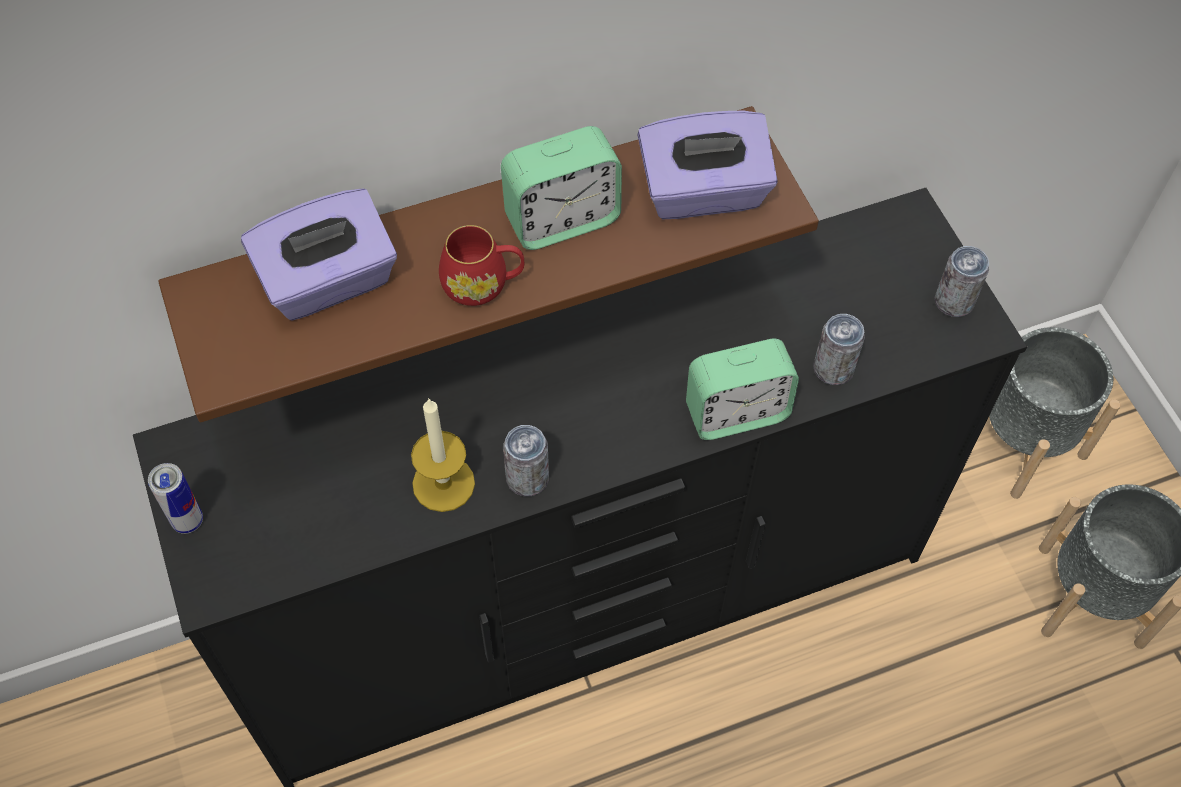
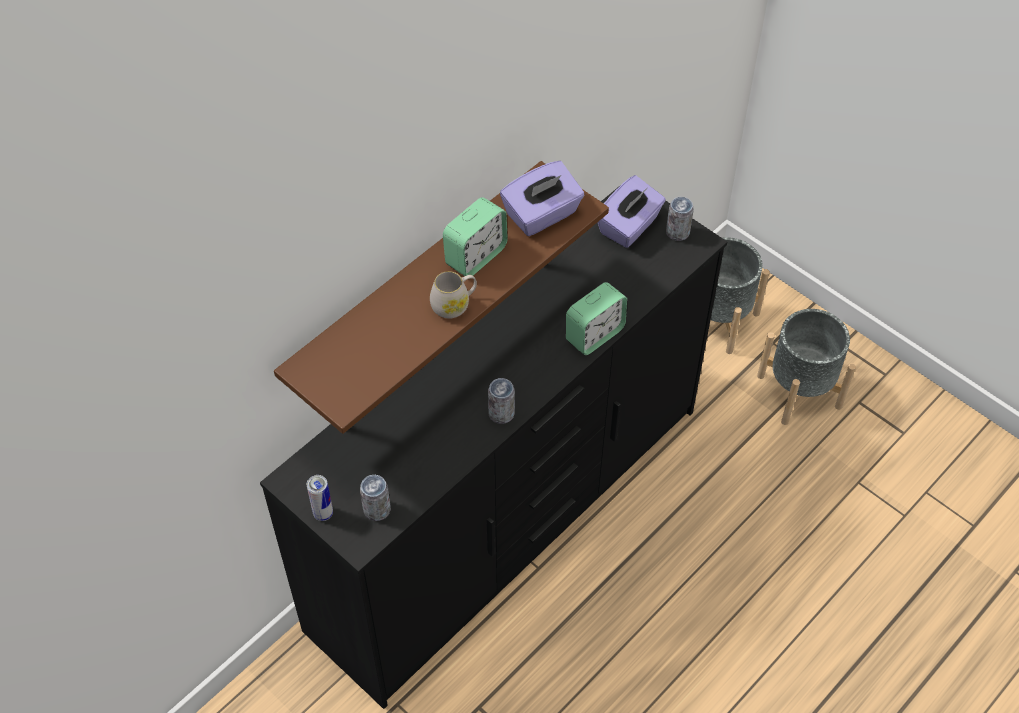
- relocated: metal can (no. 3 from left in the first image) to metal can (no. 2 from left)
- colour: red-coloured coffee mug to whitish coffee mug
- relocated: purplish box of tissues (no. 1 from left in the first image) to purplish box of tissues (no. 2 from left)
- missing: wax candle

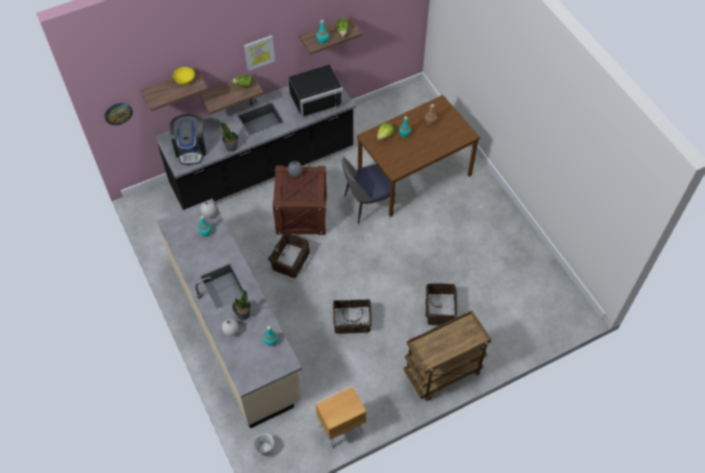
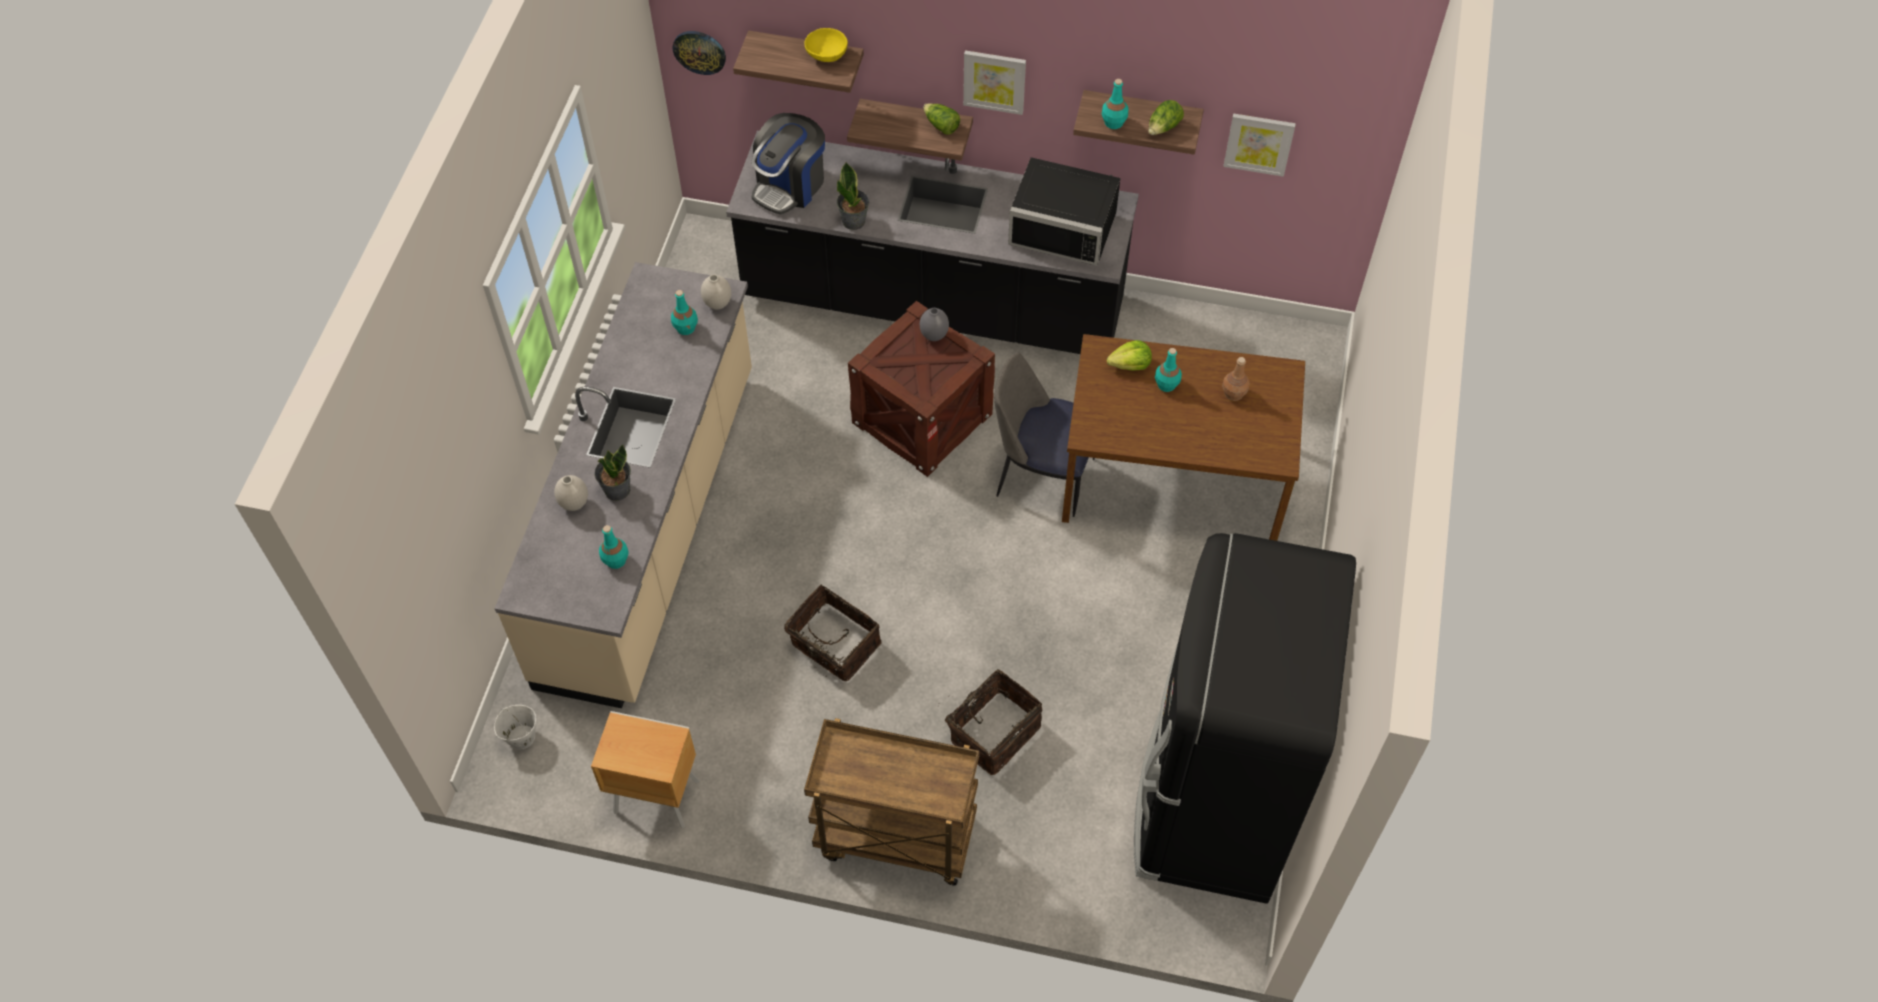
- appeared: blackish fridge
- appeared: picture (no. 2 from left)
- missing: household basket (no. 1 from left)

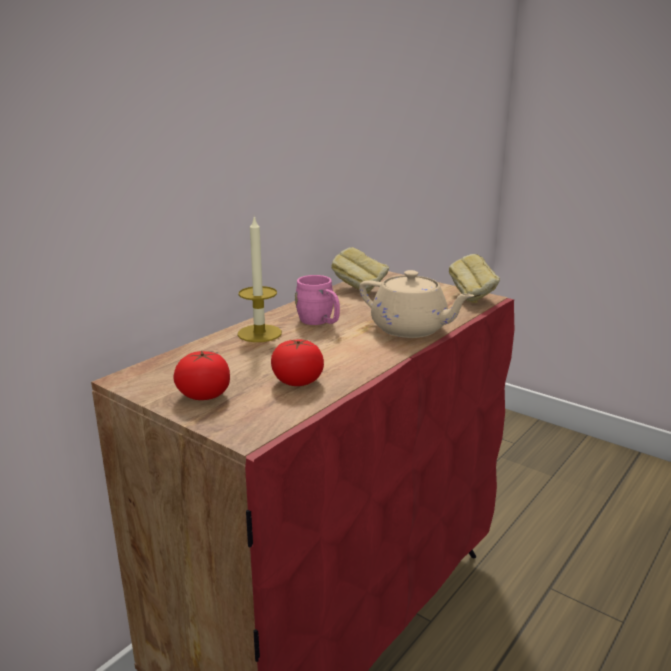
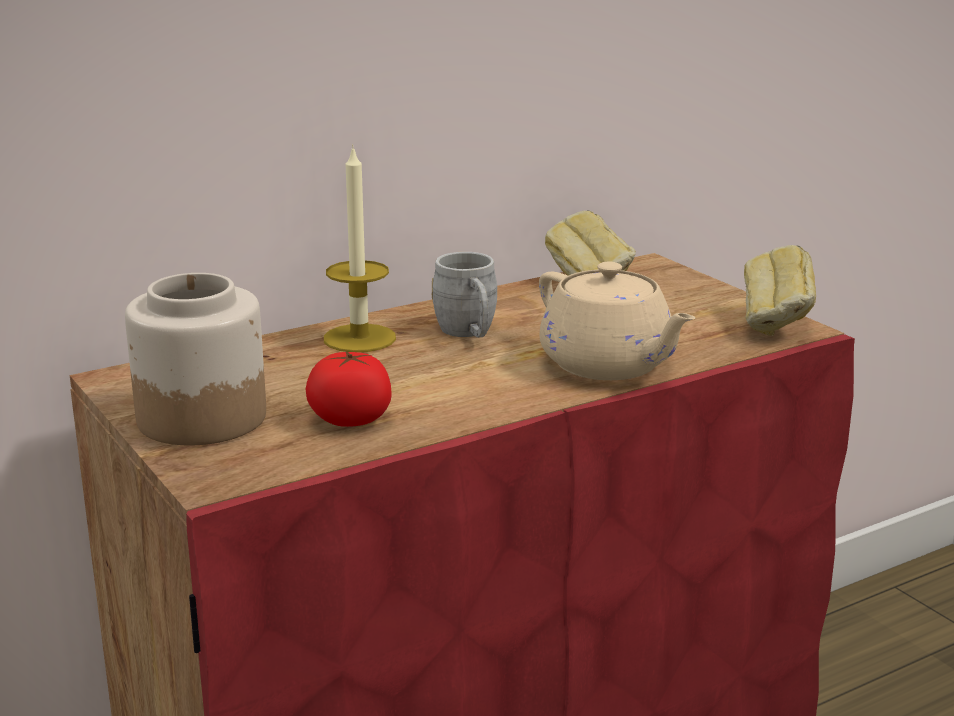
- exchanged: whole tomato (no. 1 from left) to preserve jar
- colour: pink-coloured coffee mug to gray coffee mug

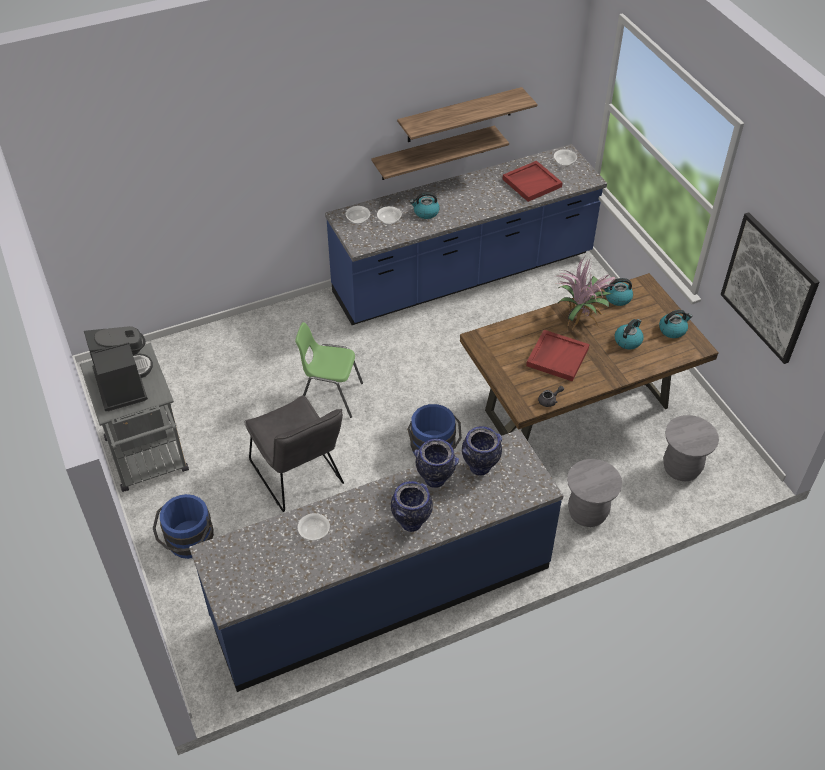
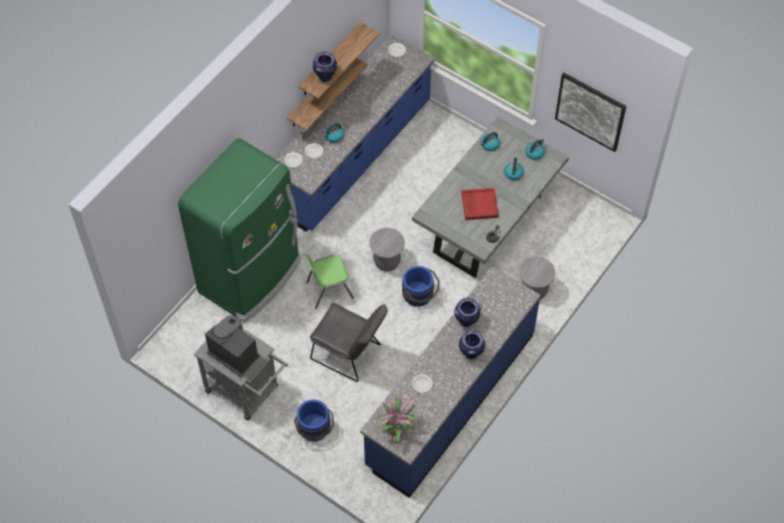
- appeared: greenish fridge
- relocated: flower vase (no. 3 from left in the first image) to flower vase (no. 1 from left)
- relocated: gray sitting stool (no. 2 from left in the first image) to gray sitting stool (no. 1 from left)
- relocated: potted plant
- colour: brown kitchen table to gray kitchen table
- missing: red-coloured tray (no. 1 from left)

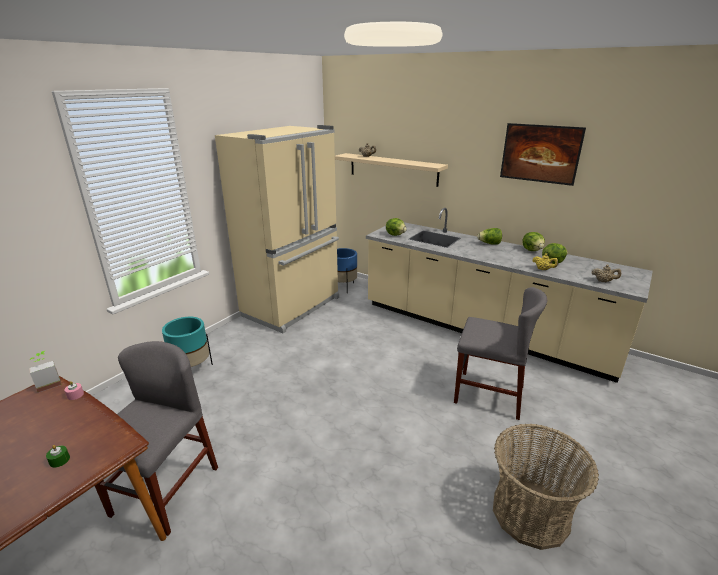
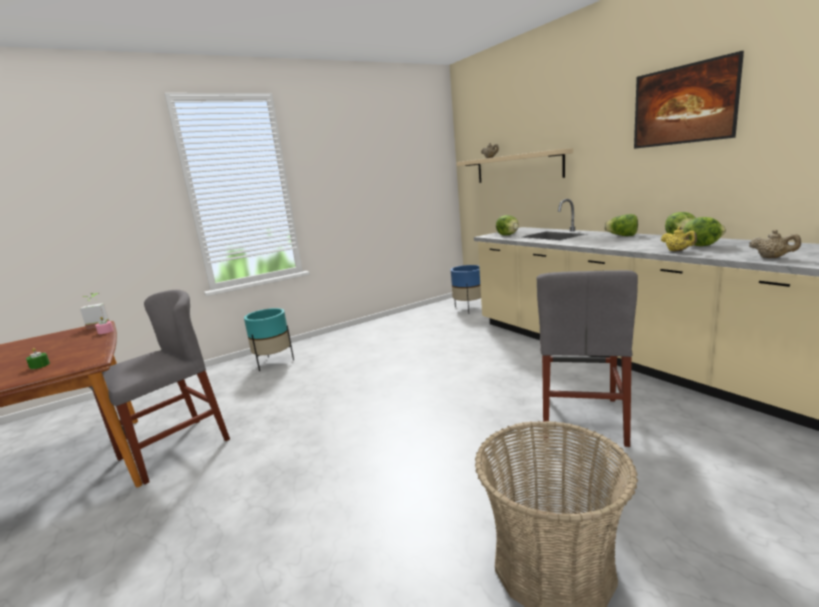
- spun: gray plain chair (no. 2 from left) 60 degrees clockwise
- missing: beige fridge

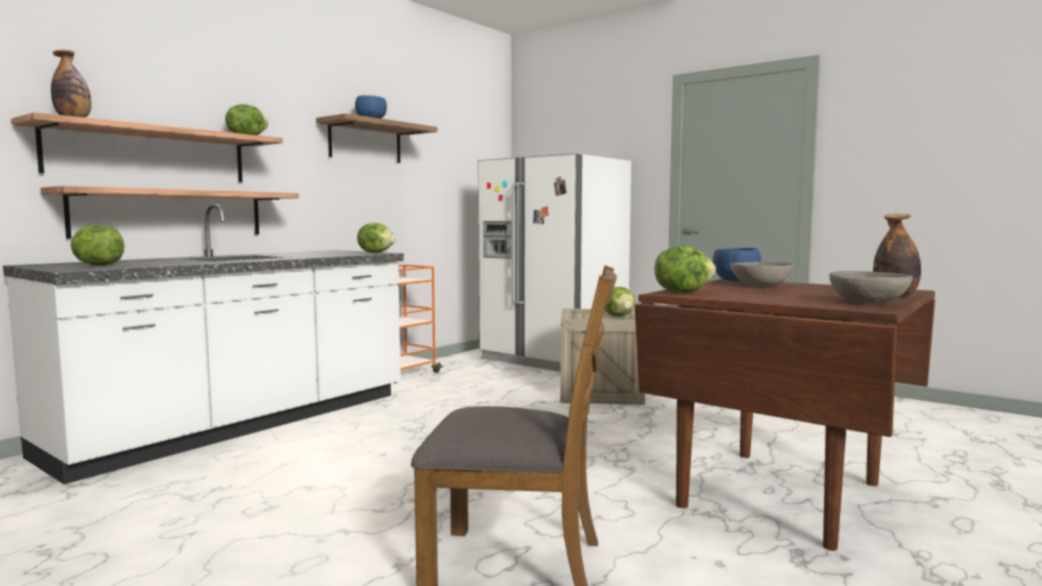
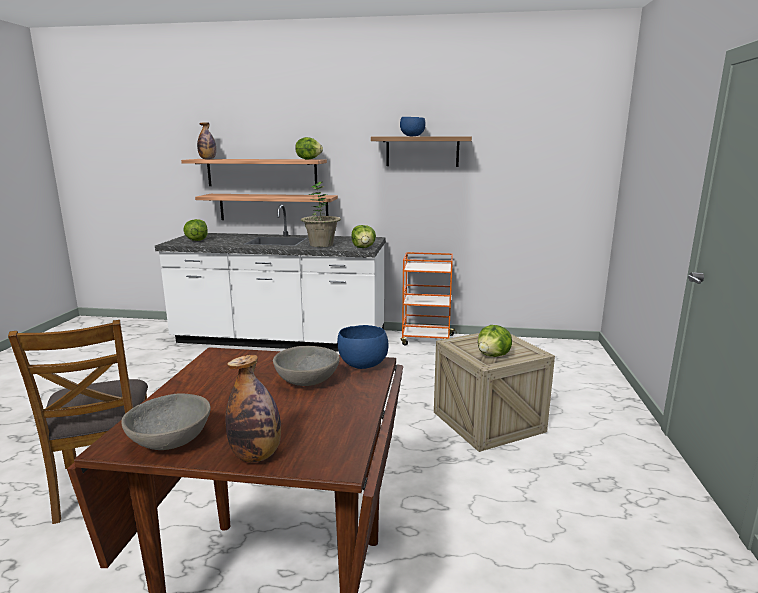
- appeared: potted plant
- missing: whitish fridge
- missing: lettuce head (no. 5 from left)

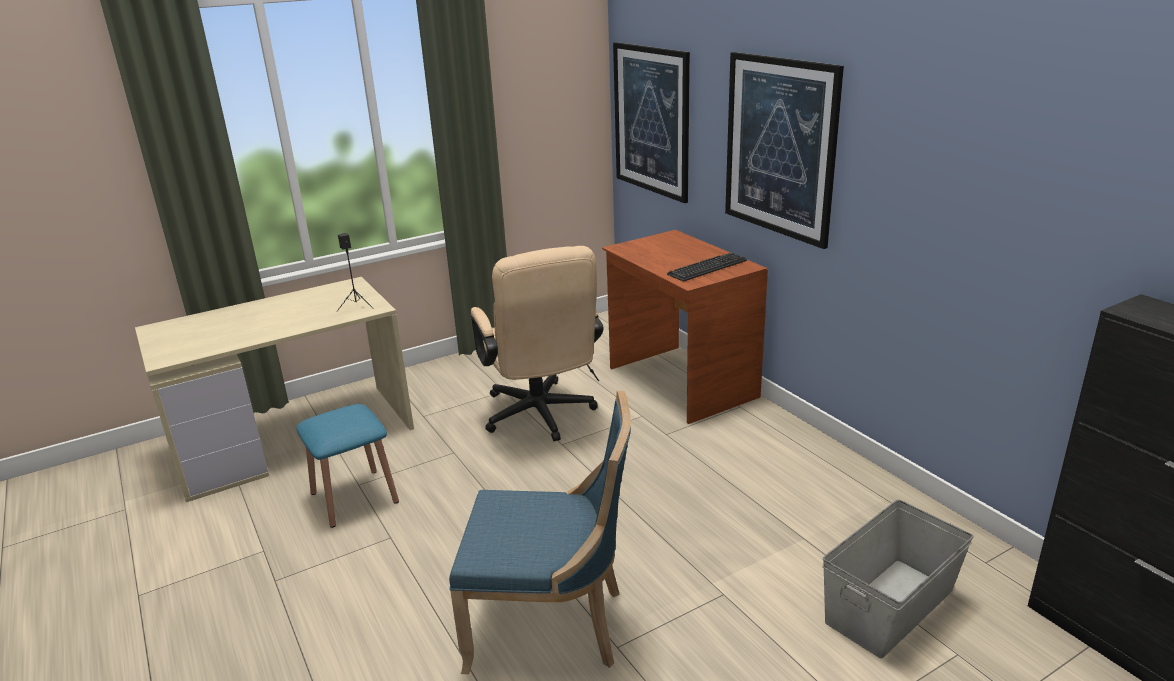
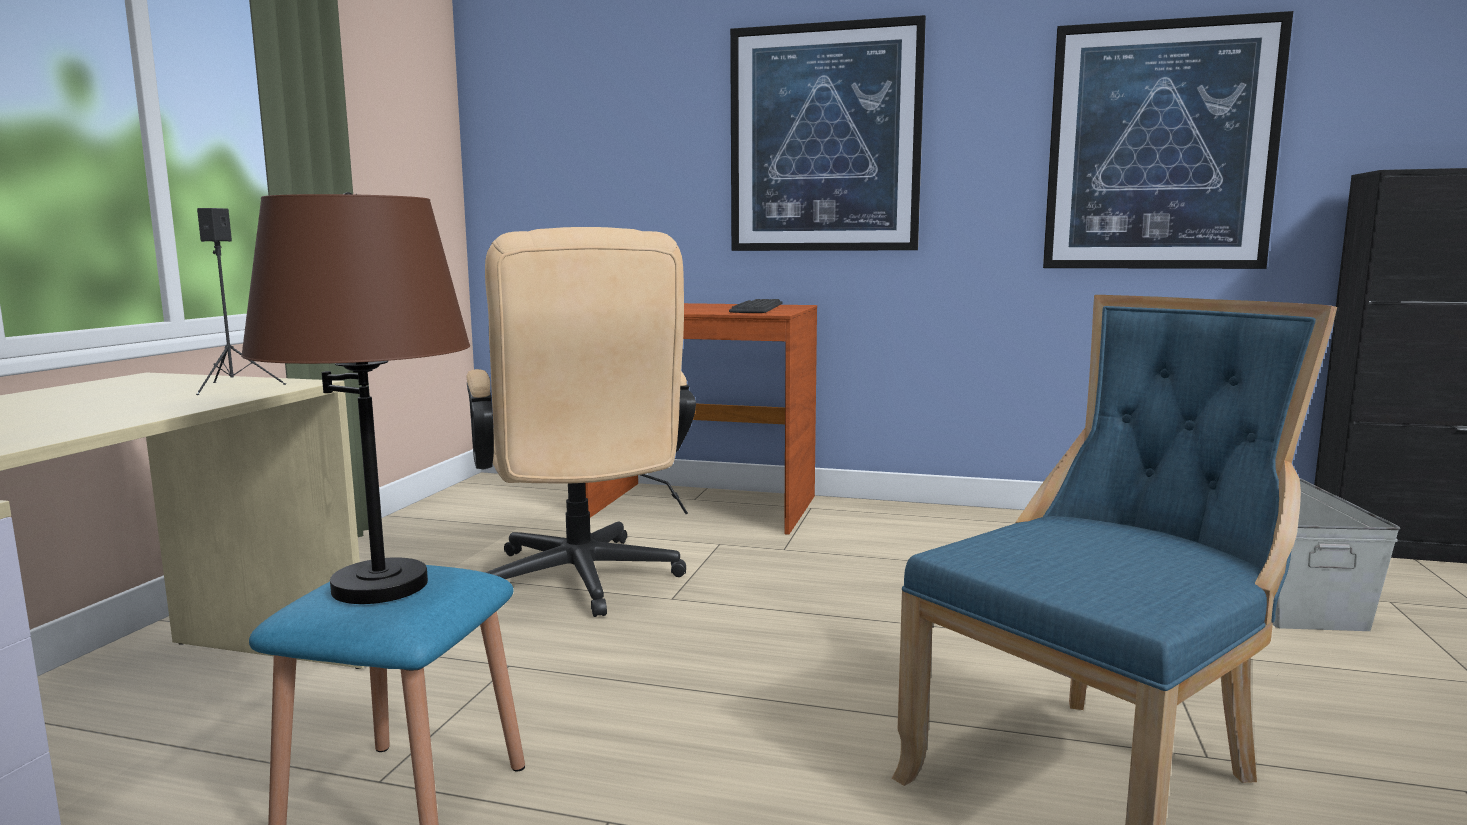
- appeared: brown tabletop lamp
- spun: beige office chair 45 degrees clockwise
- relocated: picture (no. 1 from left in the first image) to picture (no. 2 from left)

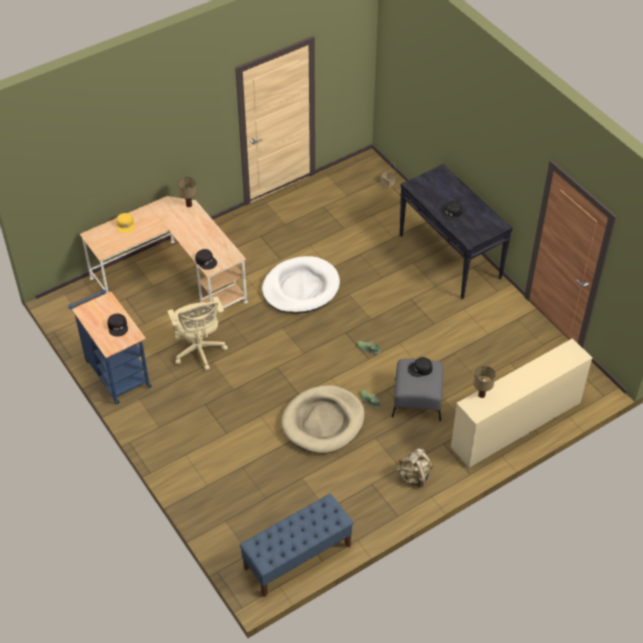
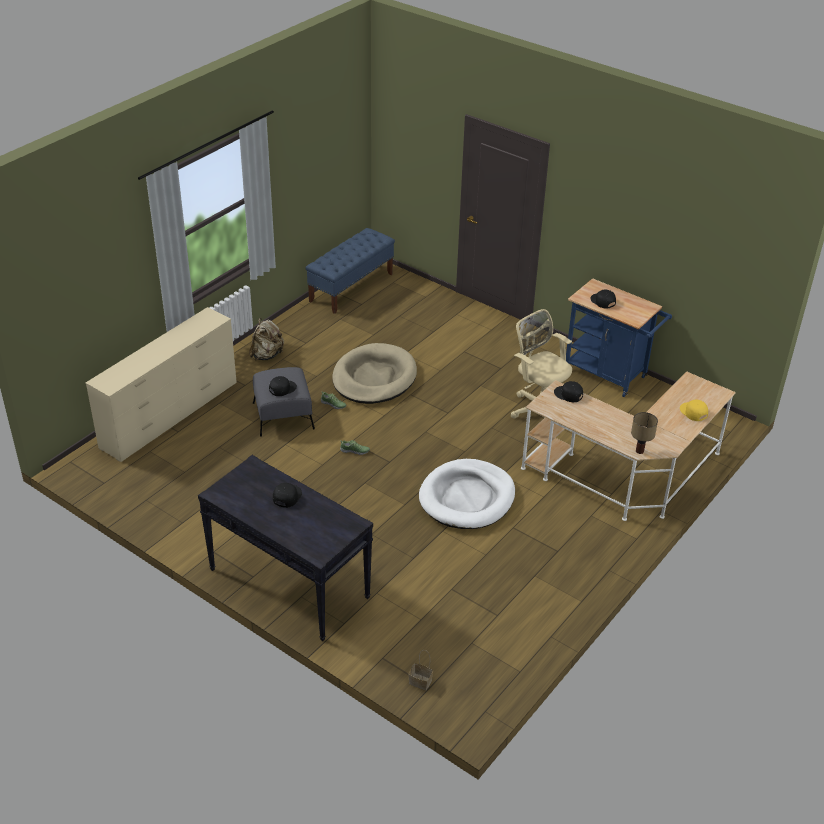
- missing: tabletop lamp (no. 2 from left)

